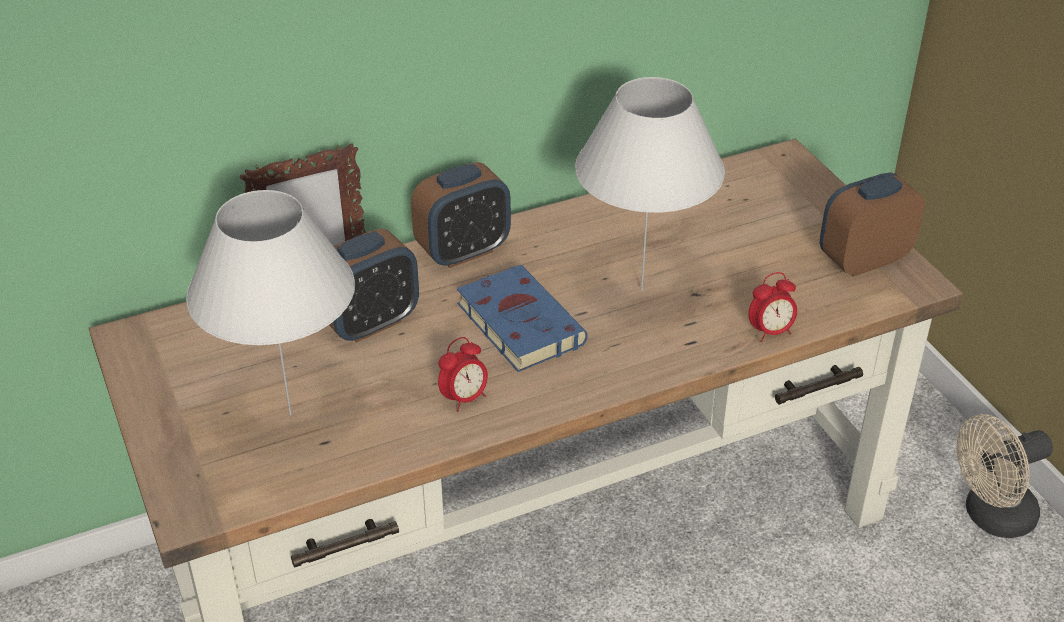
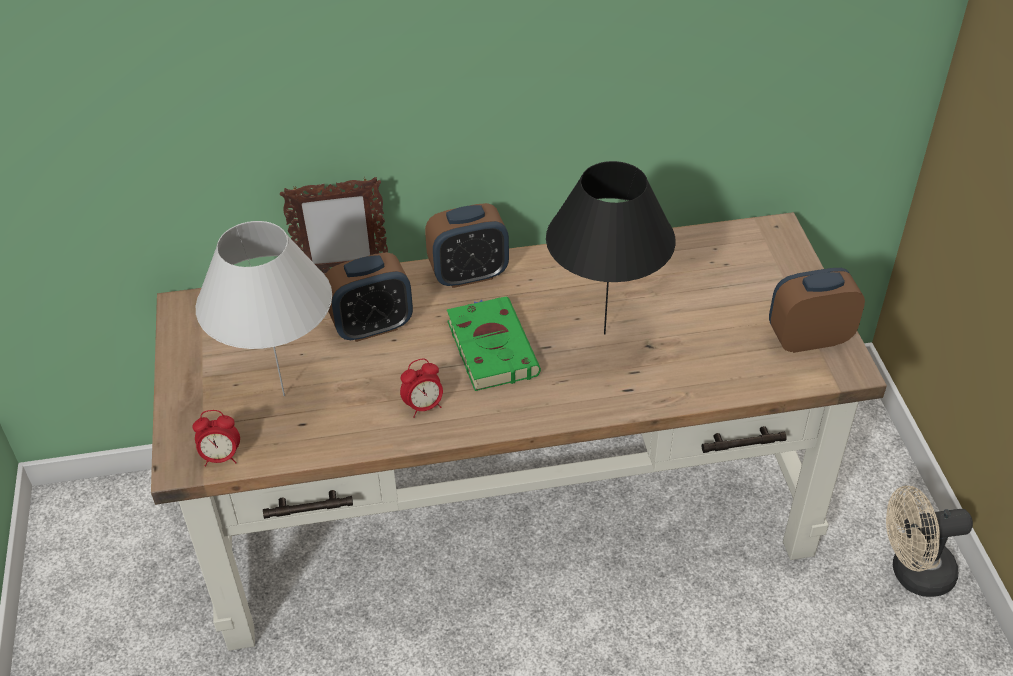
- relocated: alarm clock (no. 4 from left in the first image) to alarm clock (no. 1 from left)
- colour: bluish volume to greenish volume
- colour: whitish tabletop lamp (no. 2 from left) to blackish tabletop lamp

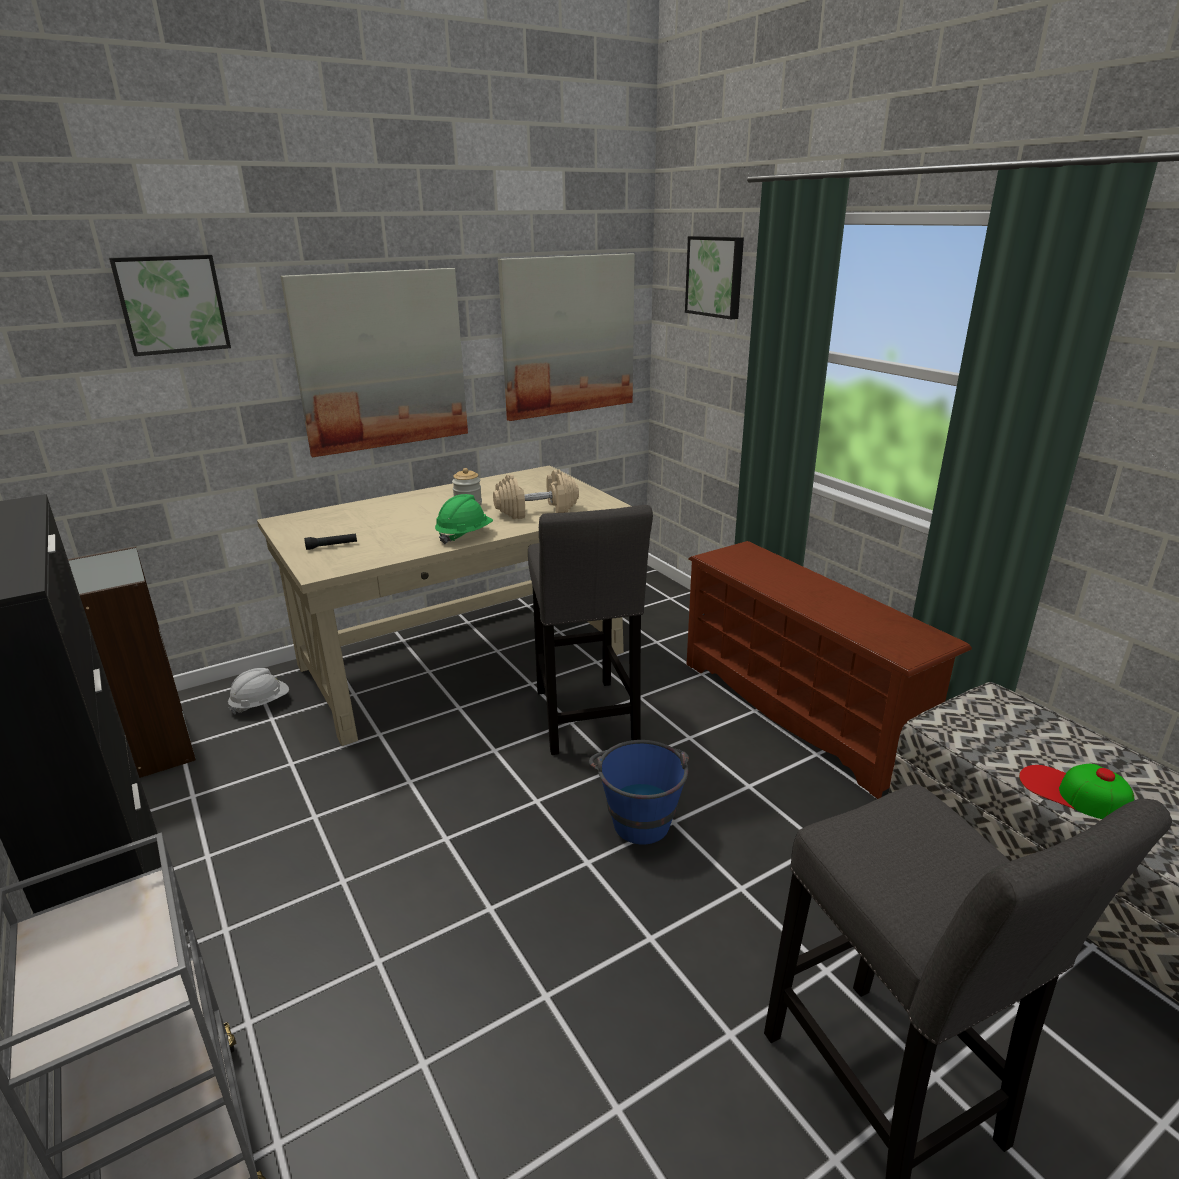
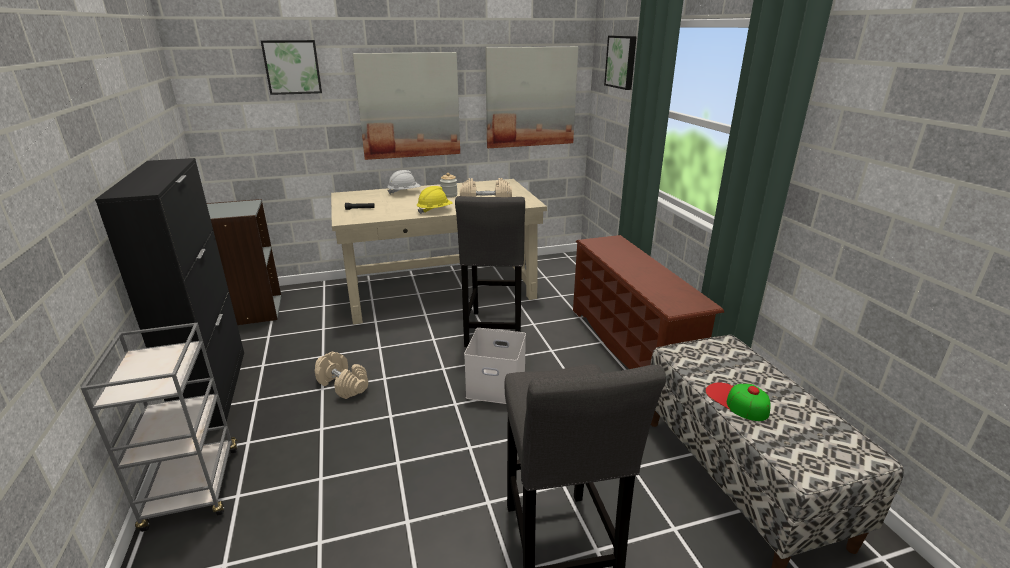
- appeared: beige free weight (no. 1 from left)
- relocated: whitish safety helmet
- colour: greenish safety helmet to yellowish safety helmet
- exchanged: bluish pail to whitish storage bin

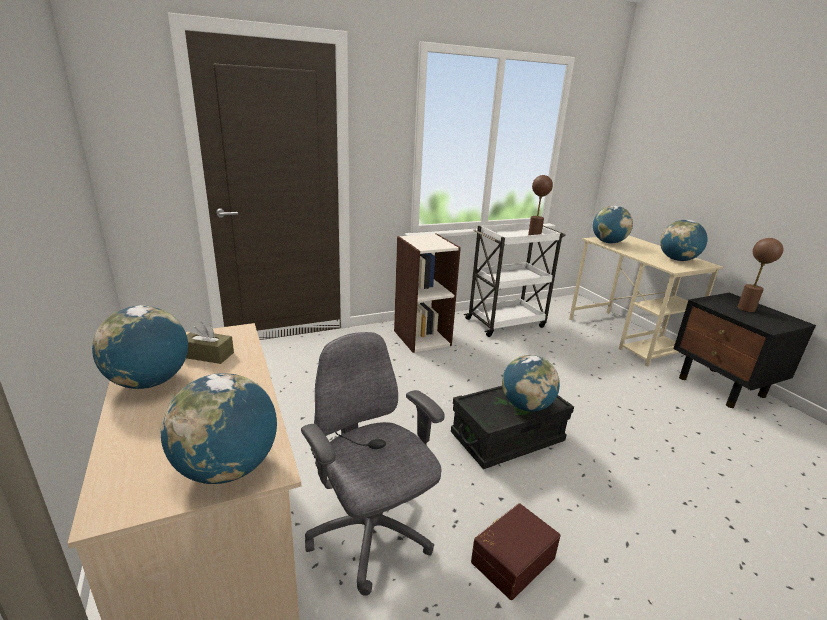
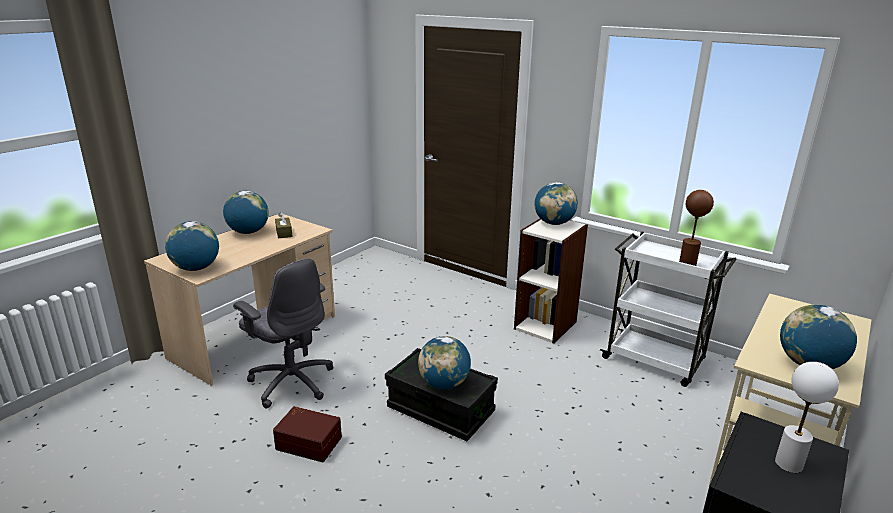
- spun: gray office chair 105 degrees clockwise
- relocated: desk globe (no. 4 from left)
- colour: brown tabletop lamp (no. 2 from left) to whitish tabletop lamp

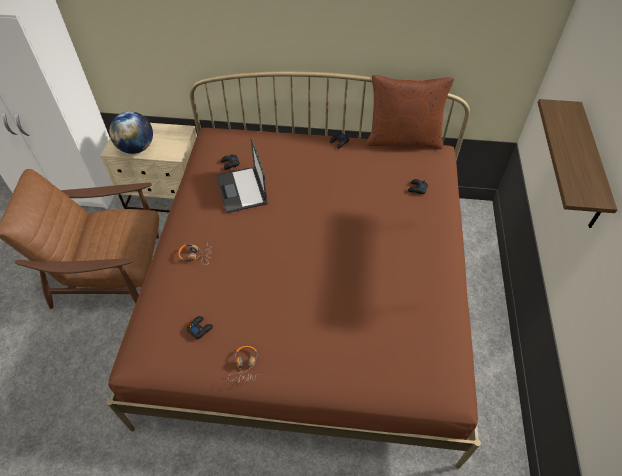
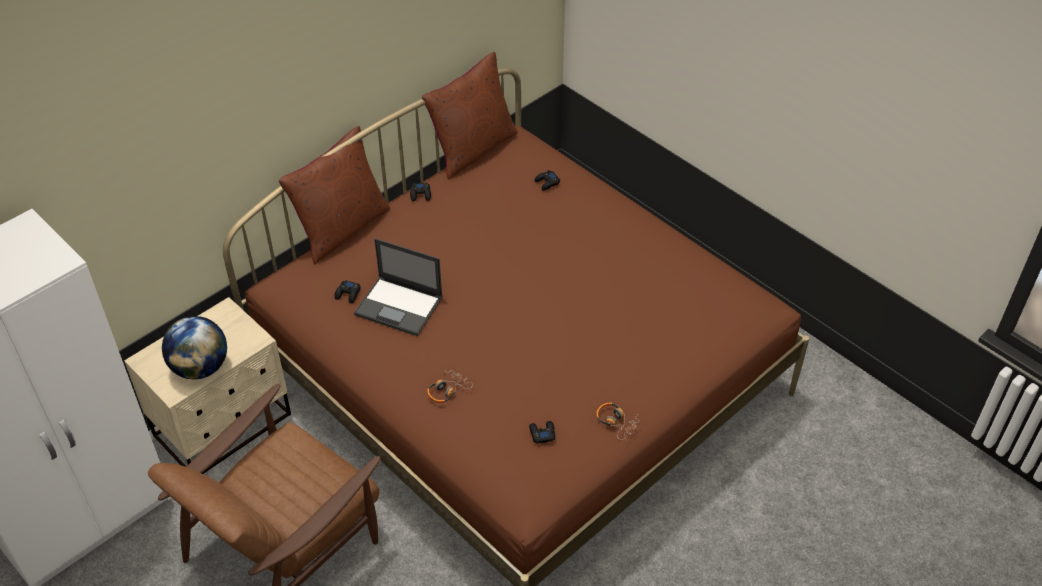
- appeared: brown cushion (no. 1 from left)
- missing: bracket shelf

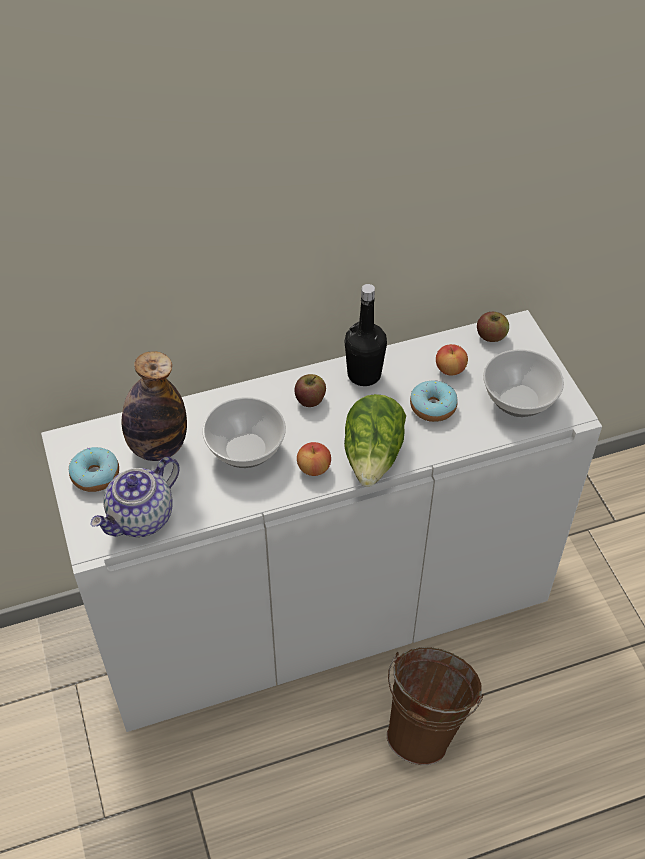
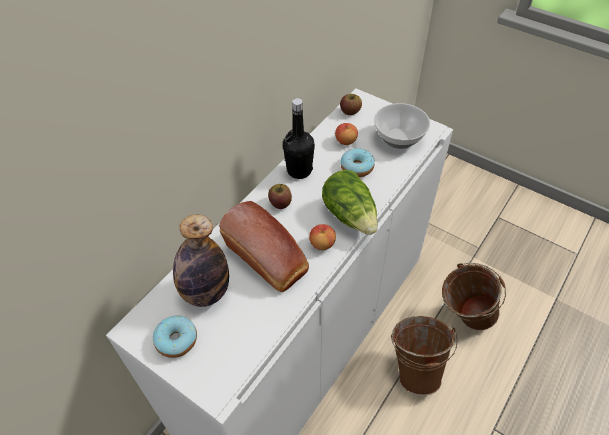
- exchanged: serving bowl (no. 1 from left) to baked bread
- appeared: brown pail (no. 2 from left)
- missing: tea pot

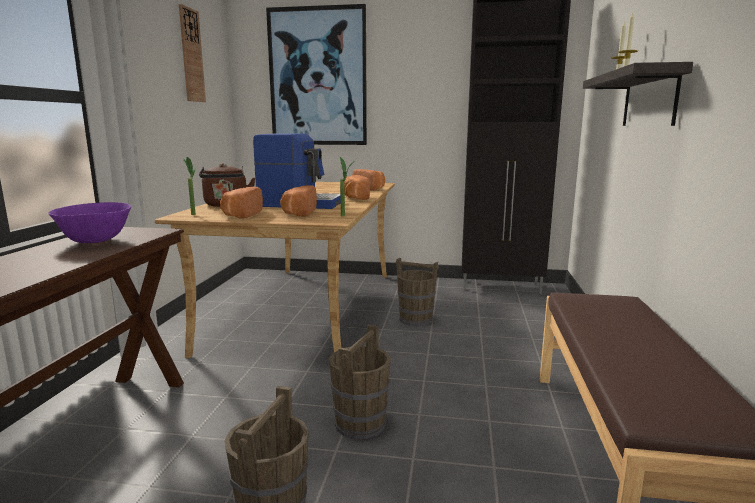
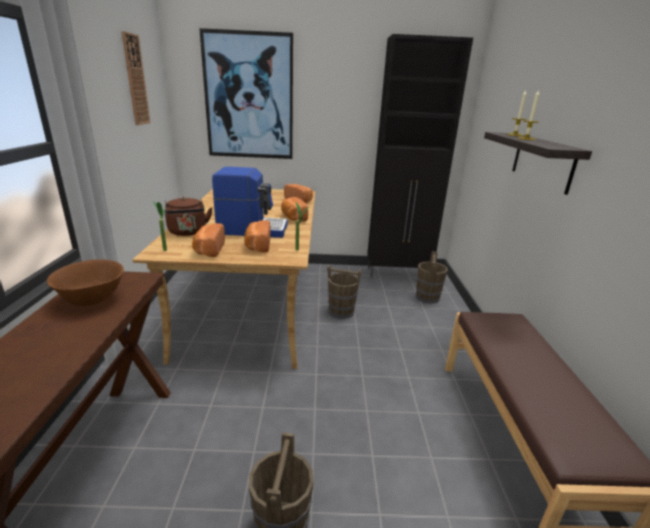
- colour: purplish serving bowl to brown serving bowl
- relocated: brown pail (no. 2 from left in the first image) to brown pail (no. 3 from left)

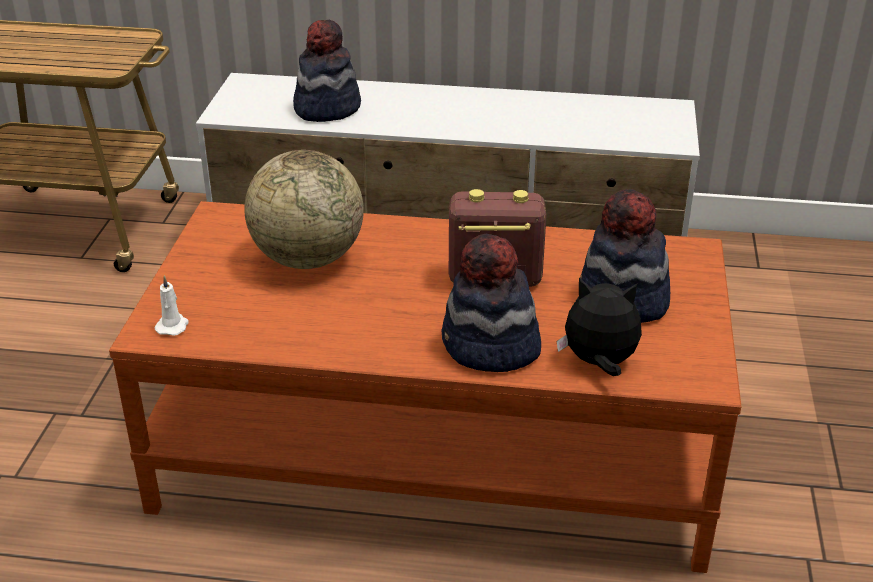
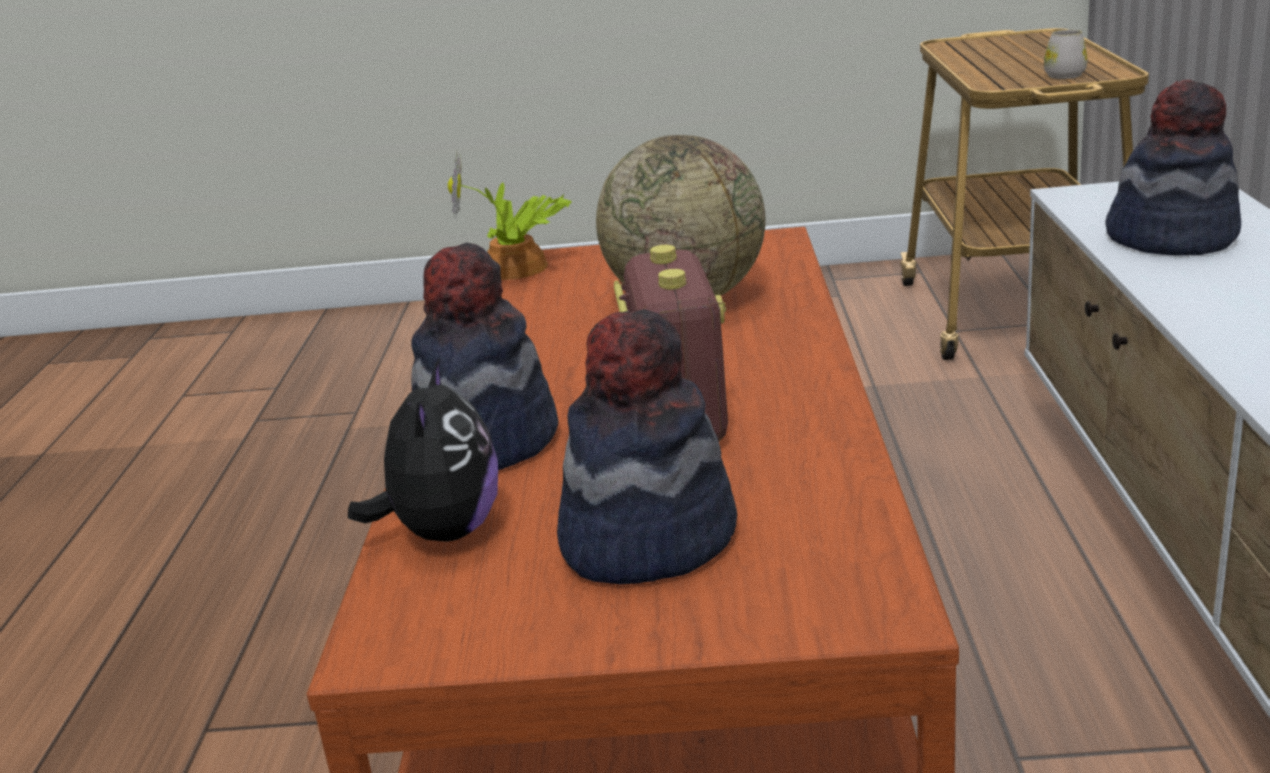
- exchanged: whitish wax candle to potted plant
- appeared: whitish coffee mug

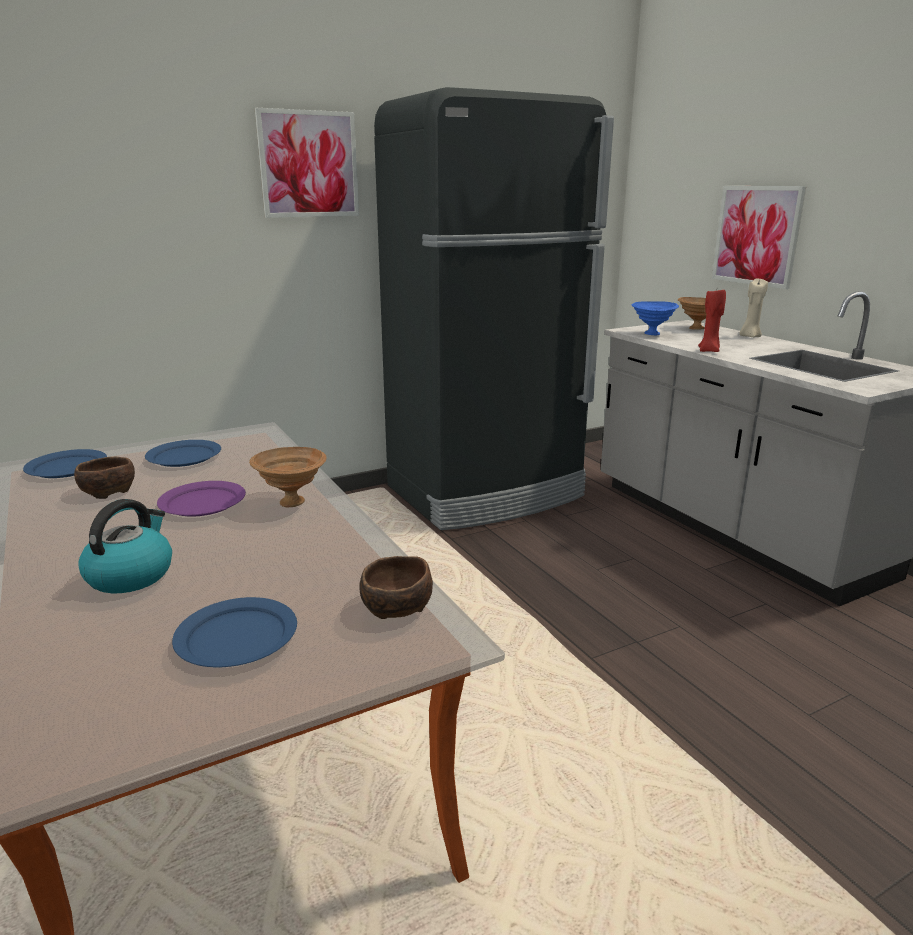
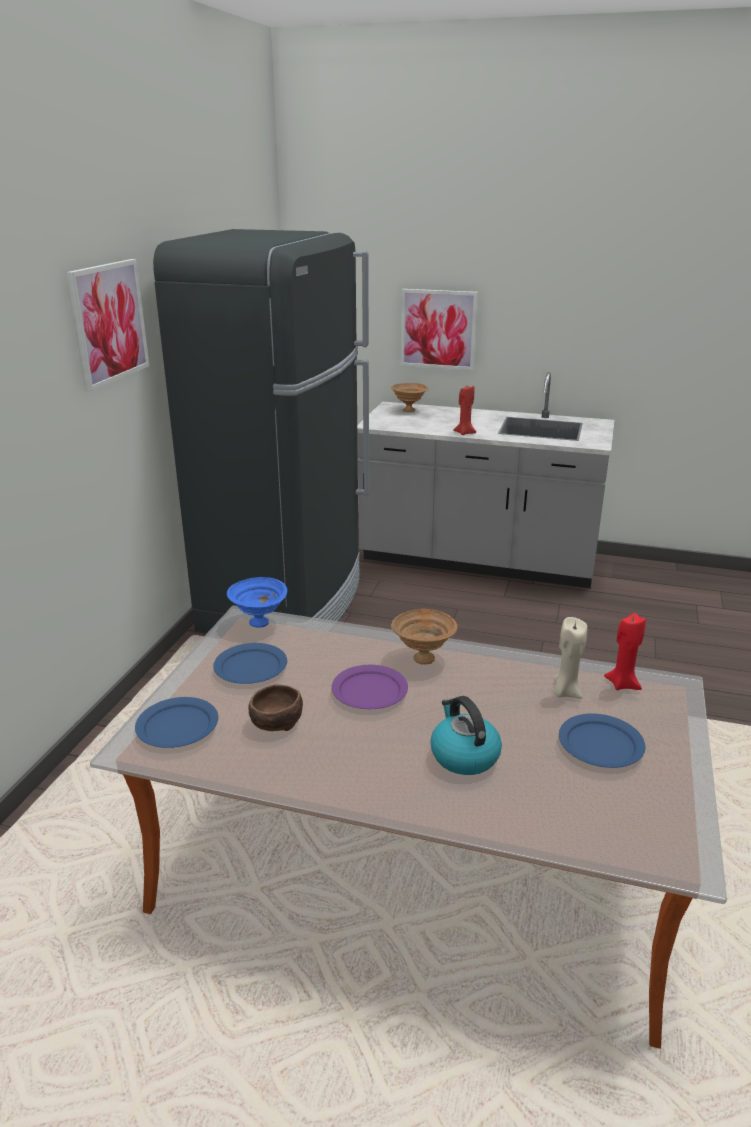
- relocated: bluish serving bowl
- relocated: beige wax candle
- exchanged: brown serving bowl (no. 3 from left) to red-coloured wax candle (no. 2 from left)

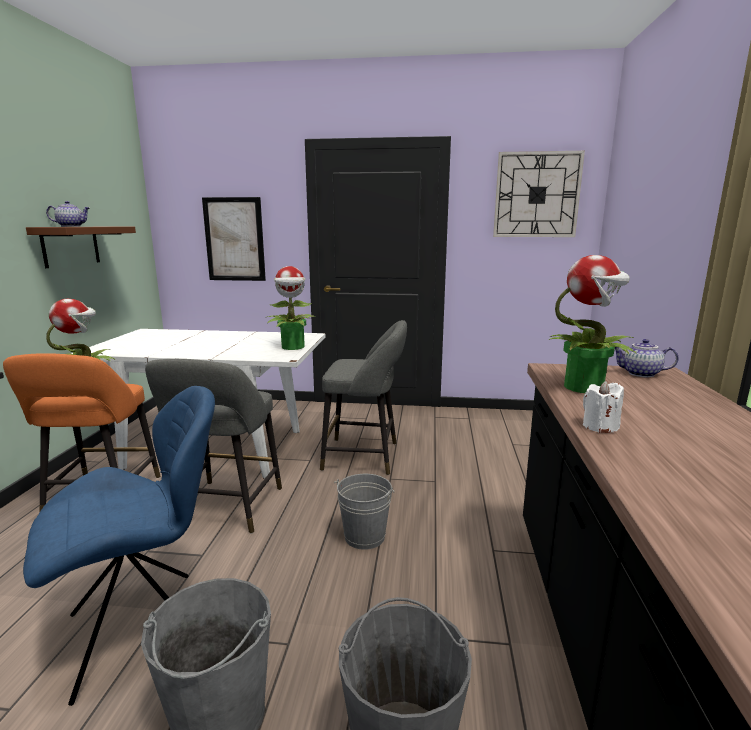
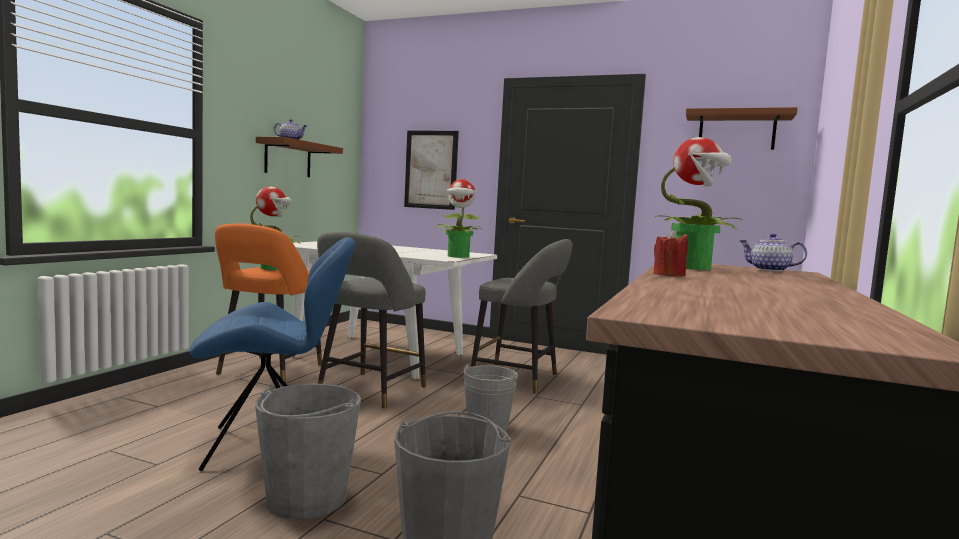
- colour: whitish wax candle to red-coloured wax candle
- exchanged: hanging clock to brown bracket shelf (no. 2 from left)

